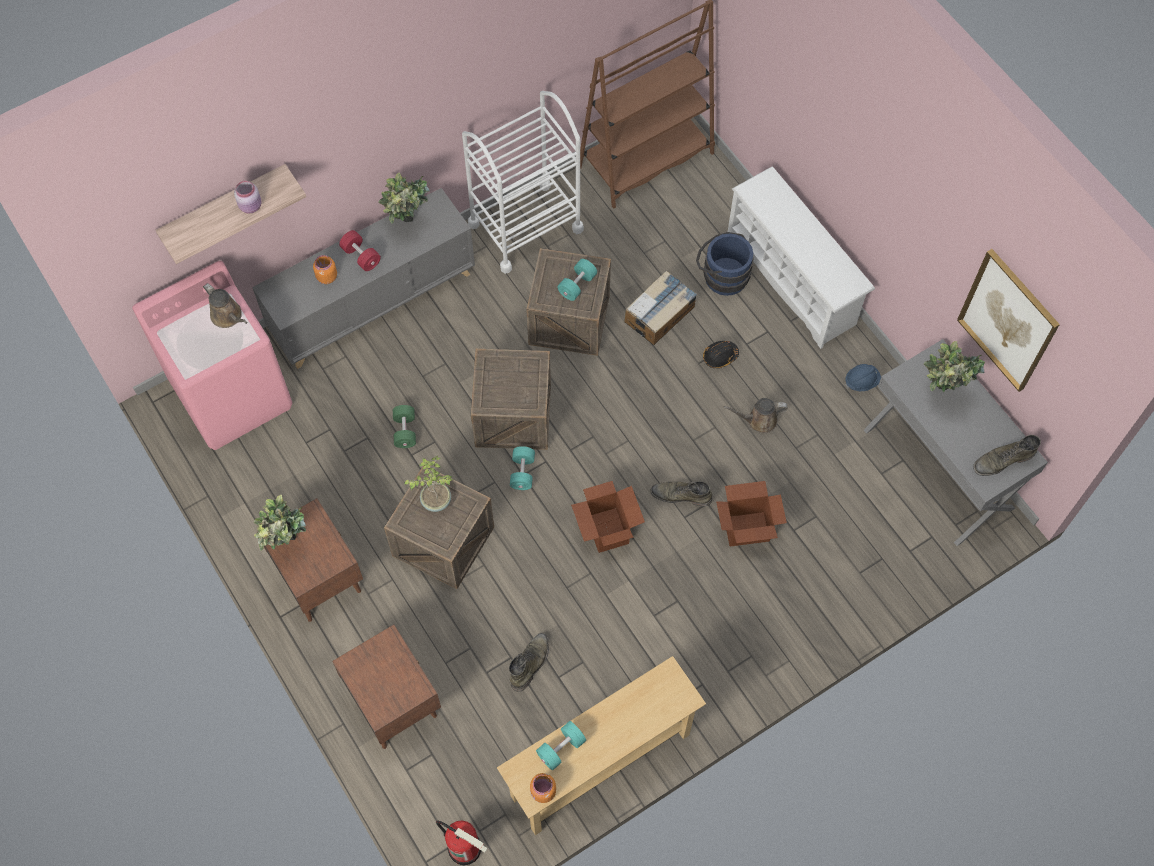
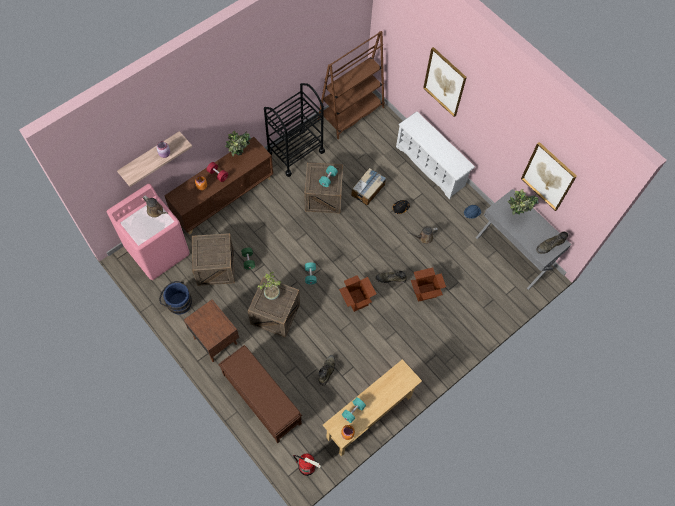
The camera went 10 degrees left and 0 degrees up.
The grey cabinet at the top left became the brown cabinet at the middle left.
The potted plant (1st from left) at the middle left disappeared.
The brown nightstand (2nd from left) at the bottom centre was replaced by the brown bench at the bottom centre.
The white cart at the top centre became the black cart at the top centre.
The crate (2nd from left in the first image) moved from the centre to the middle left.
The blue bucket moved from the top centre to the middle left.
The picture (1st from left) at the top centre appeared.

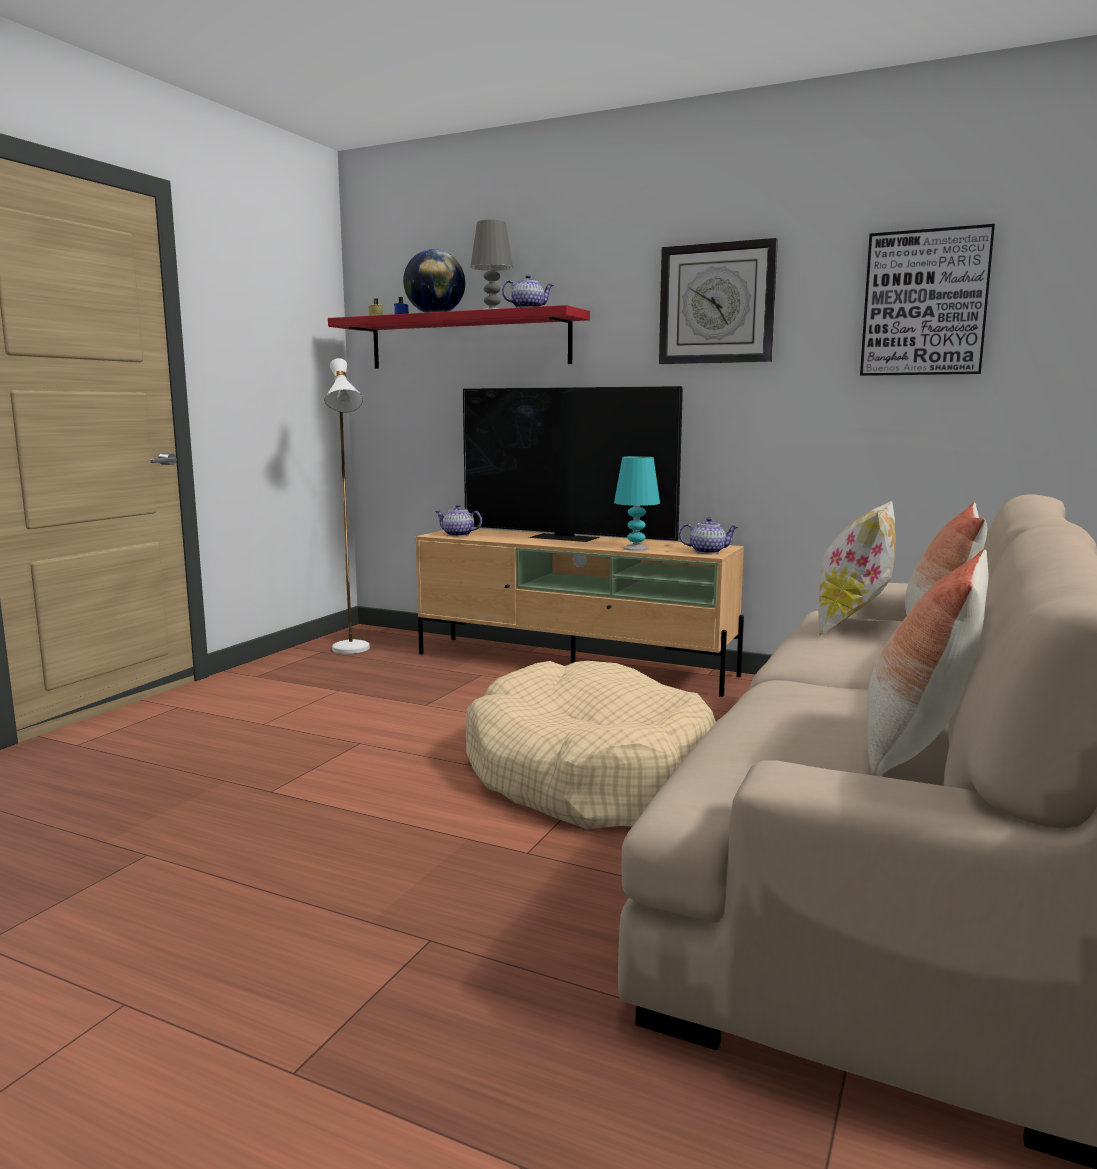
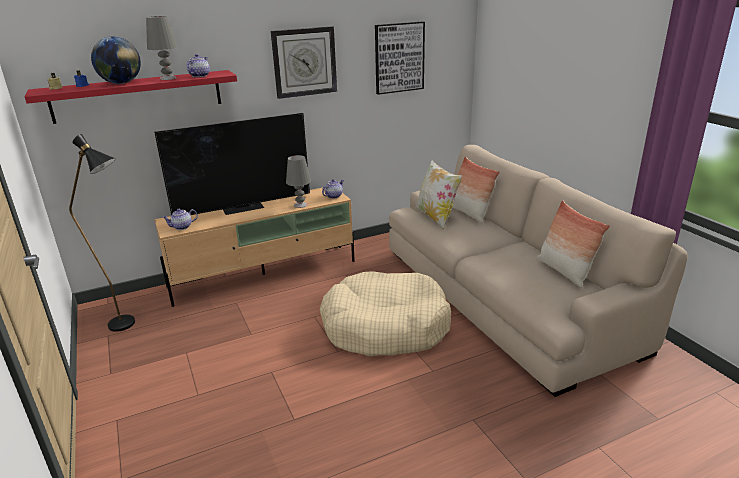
The camera went 50 degrees left and 15 degrees up.
The white floor lamp at the middle left became the black floor lamp at the middle left.
The turquoise table lamp at the centre became the grey table lamp (2nd from left) at the centre.

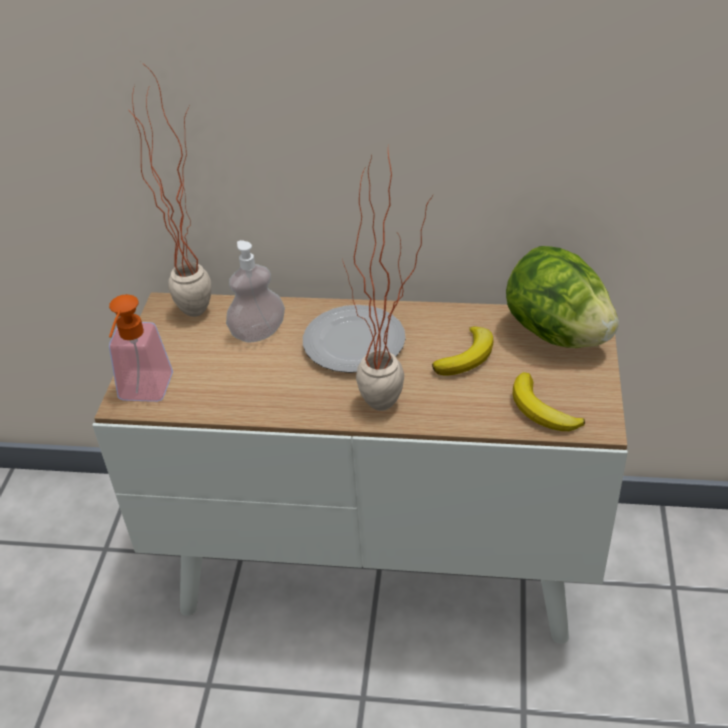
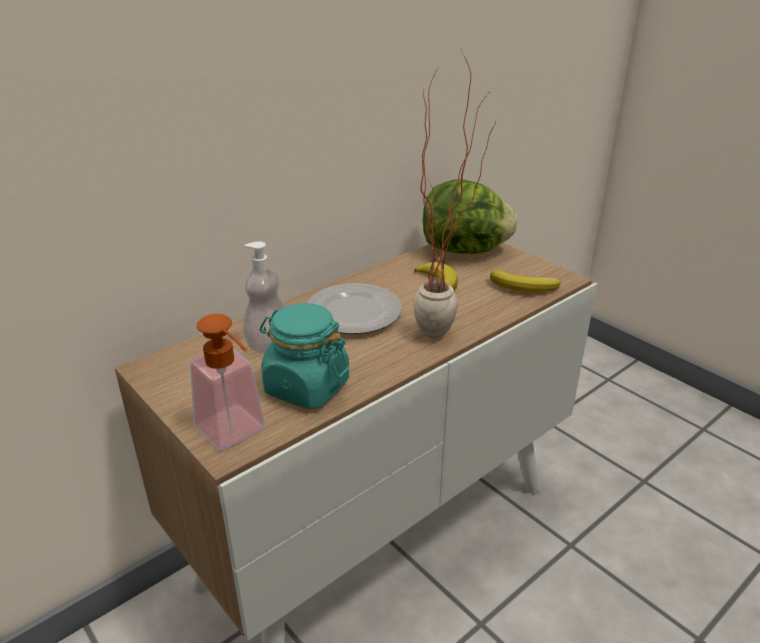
The camera went 50 degrees left and 10 degrees down.
The potted plant (1st from left) at the top left disappeared.
The turquoise jar at the centre appeared.

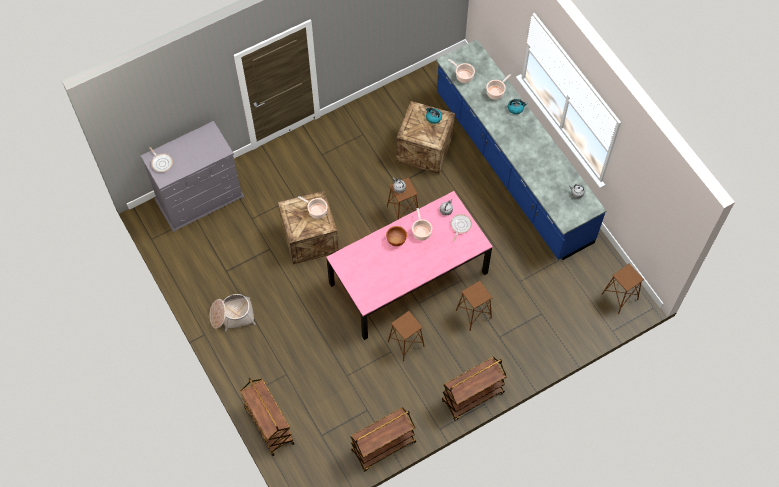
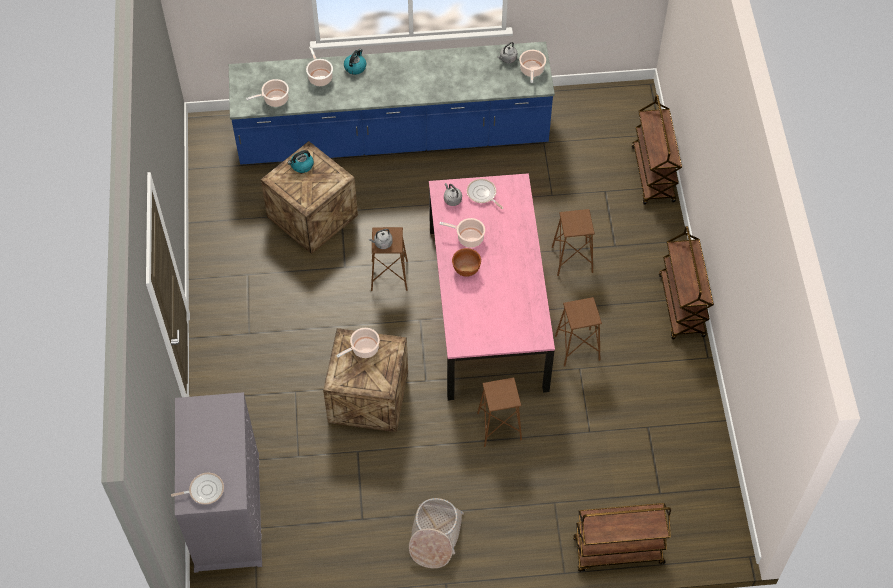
The camera went 65 degrees left and 5 degrees down.
The brown cart (2nd from left) moved from the bottom centre to the top right.
The brown stool (4th from left in the first image) moved from the middle right to the bottom centre.
The cooking pot (5th from left) at the top centre appeared.

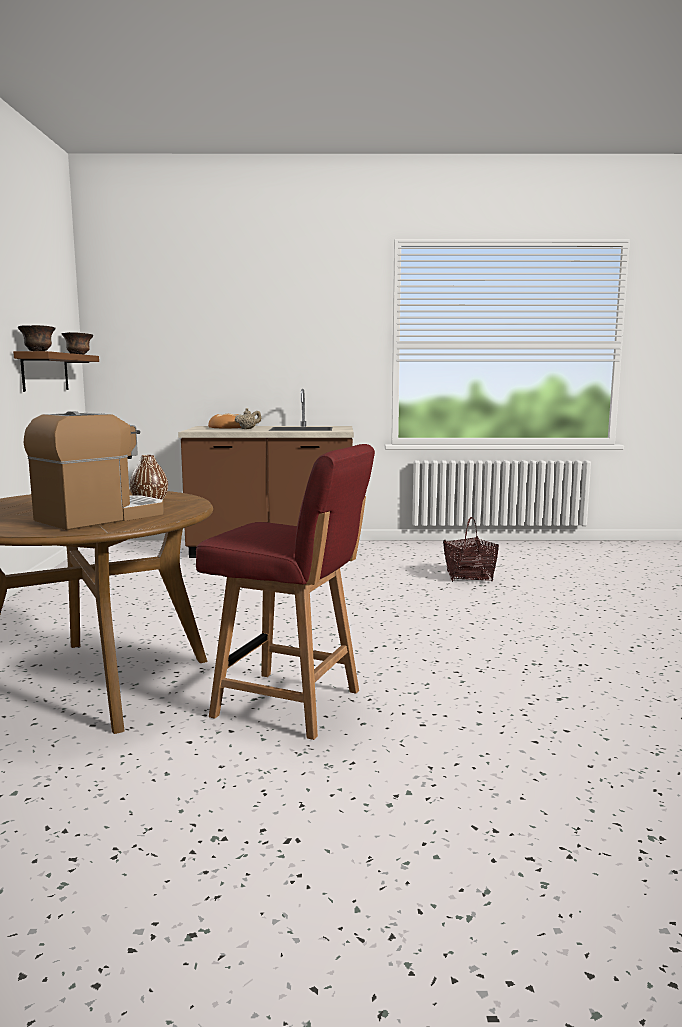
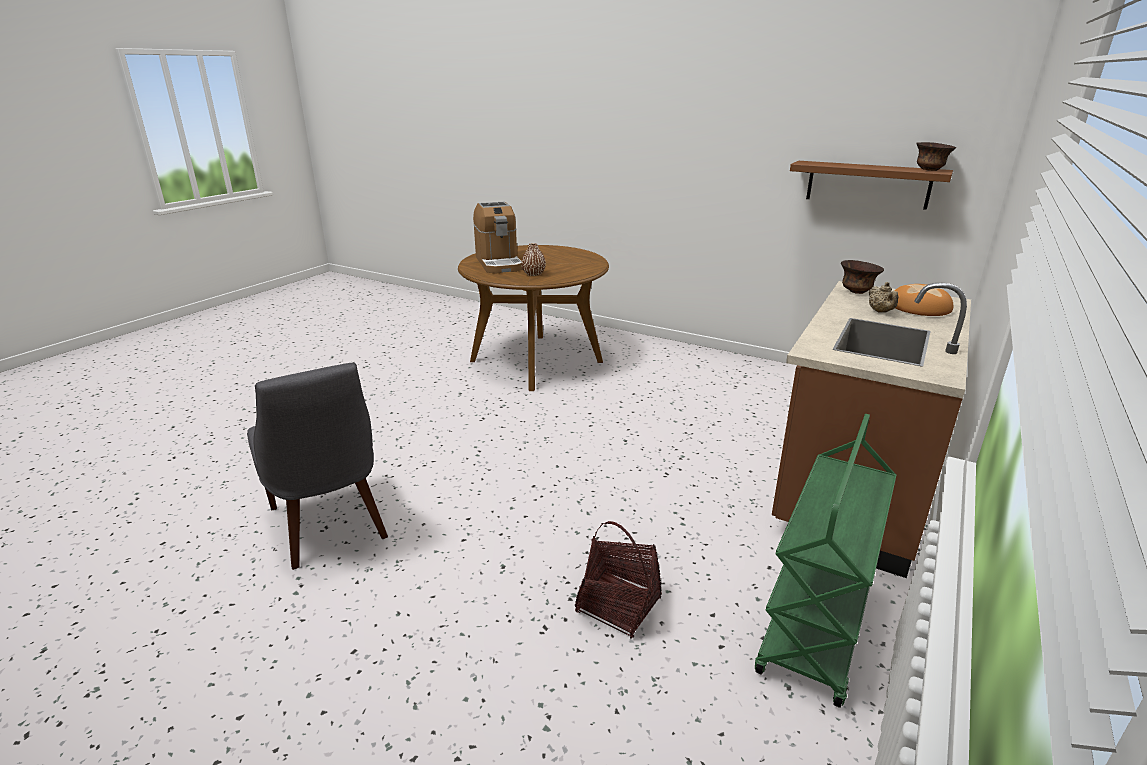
The camera went 120 degrees right and 15 degrees up.
The brown bowl (1st from left) moved from the top left to the middle right.
The red chair at the centre disappeared.
The grey chair at the middle left appeared.
The green cart at the bottom right appeared.

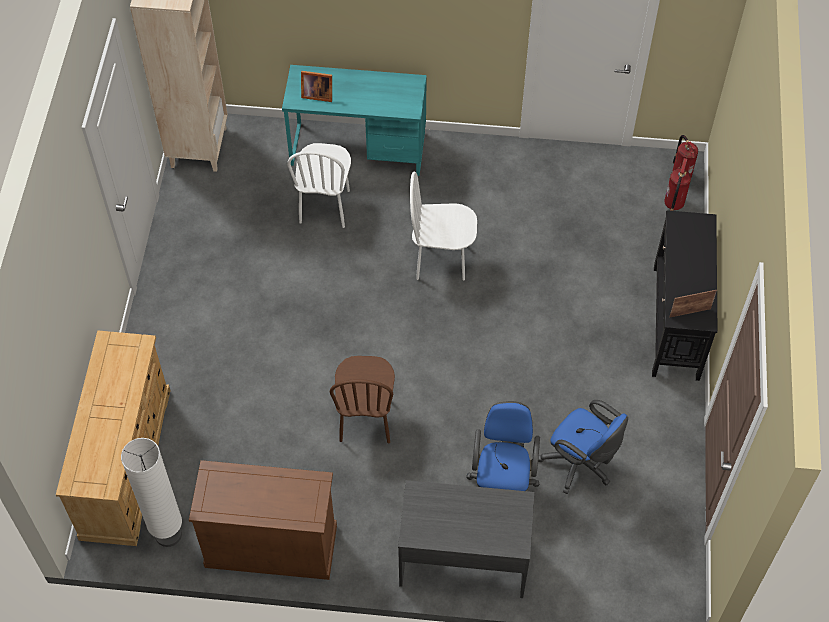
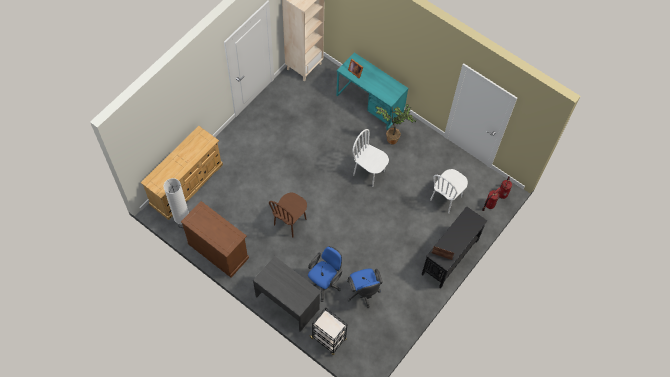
The camera went 30 degrees right and 5 degrees up.
The white chair (1st from left in the first image) moved from the top centre to the middle right.
The black cart at the bottom centre appeared.
The potted plant at the top centre appeared.

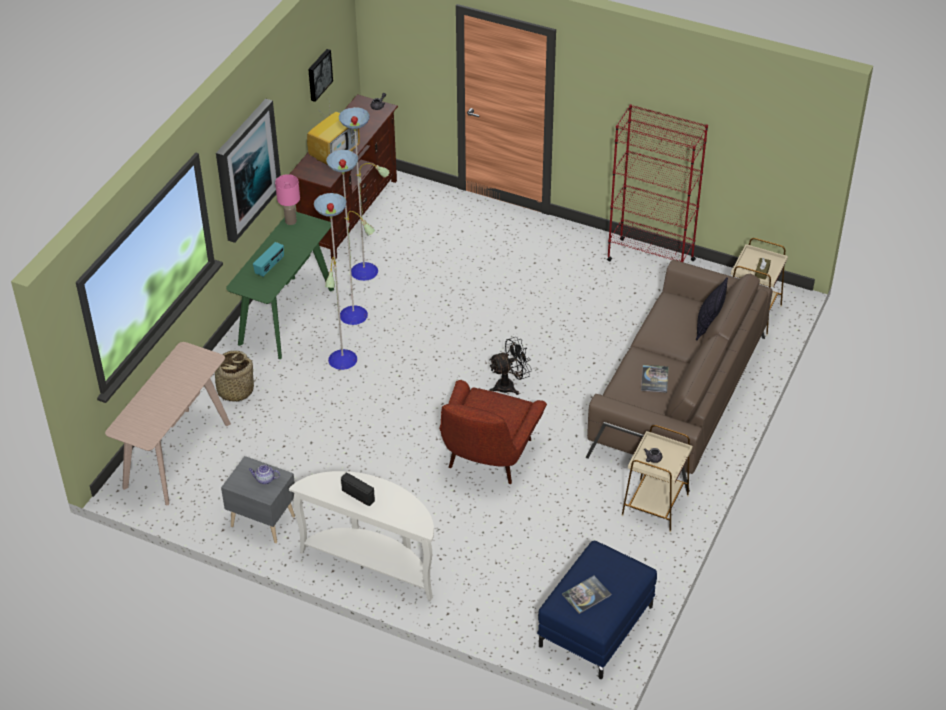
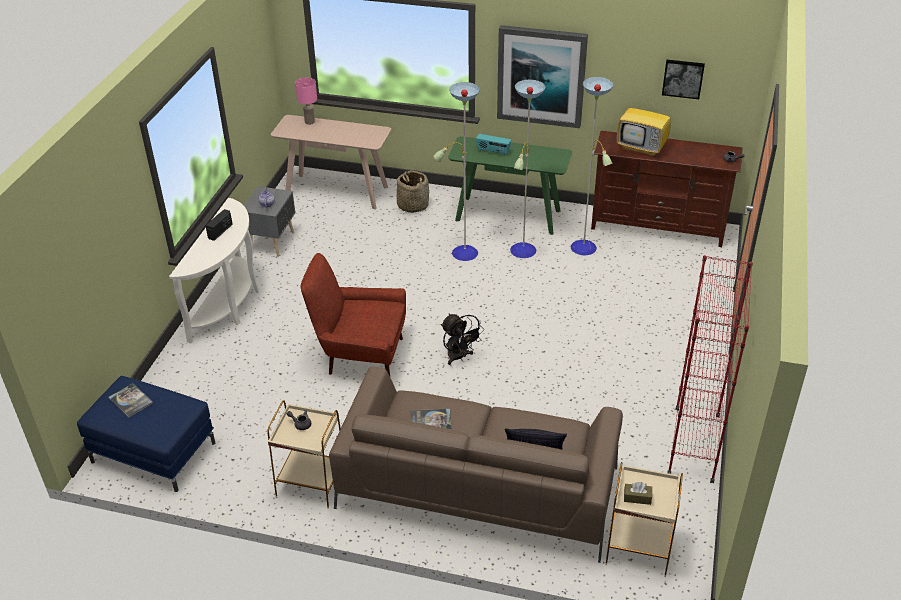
The camera went 80 degrees right and 5 degrees down.
The pink table lamp moved from the top left to the top centre.

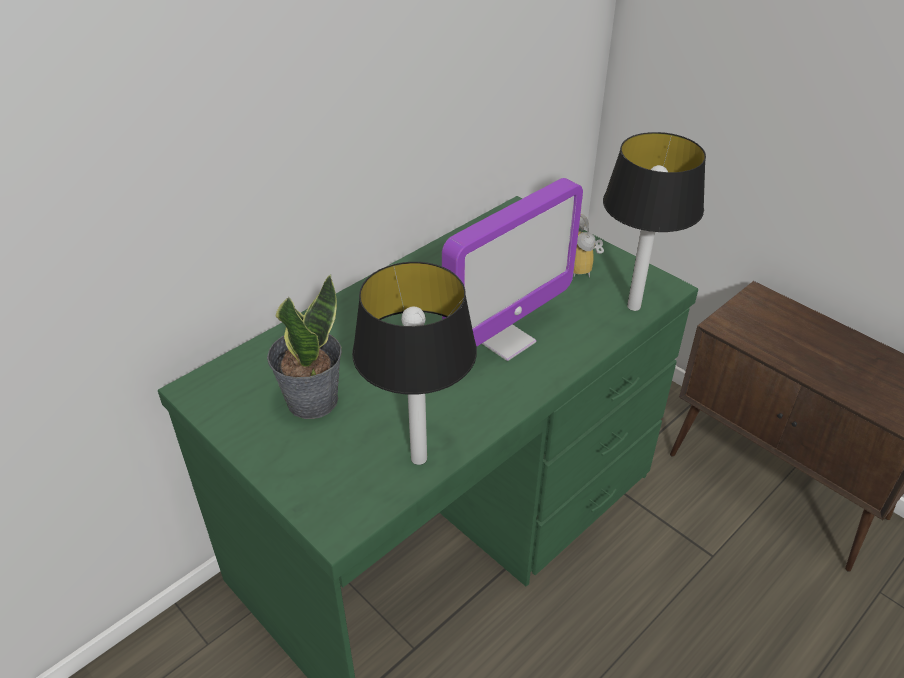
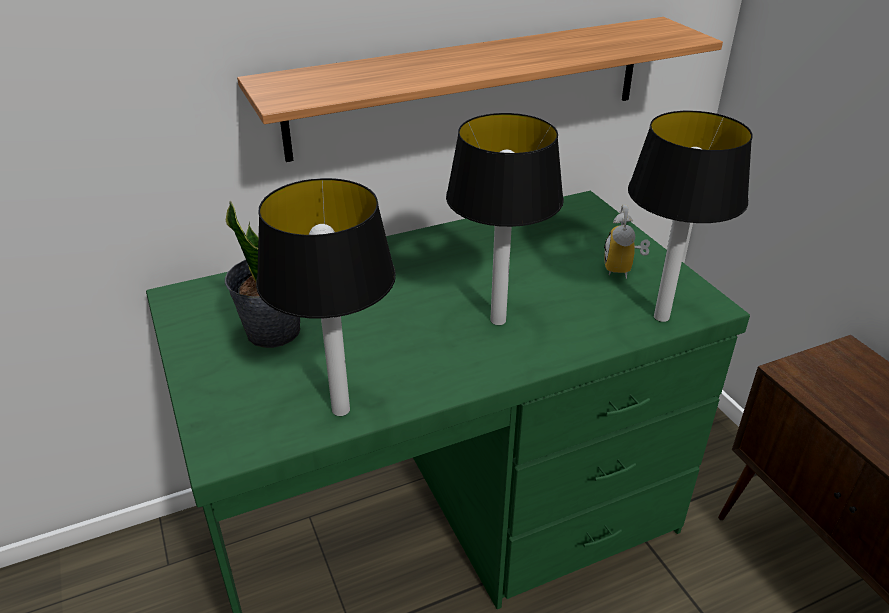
The camera went 20 degrees right and 5 degrees down.
The monitor at the centre was replaced by the table lamp (2nd from left) at the centre.
The shelf at the top centre appeared.

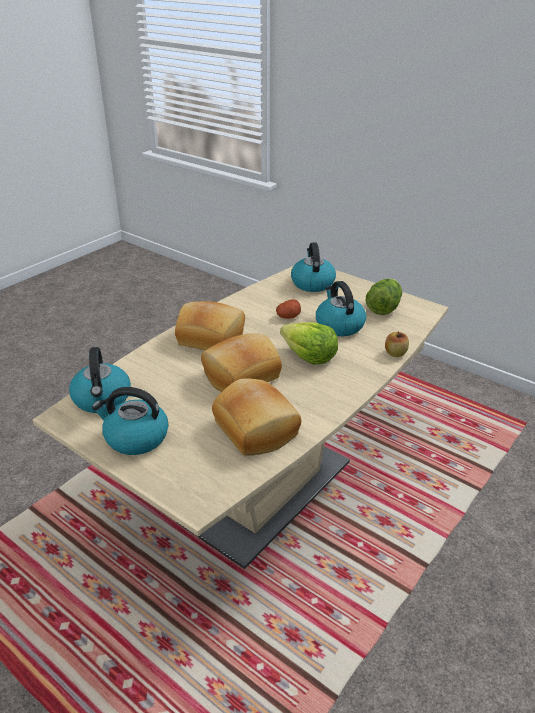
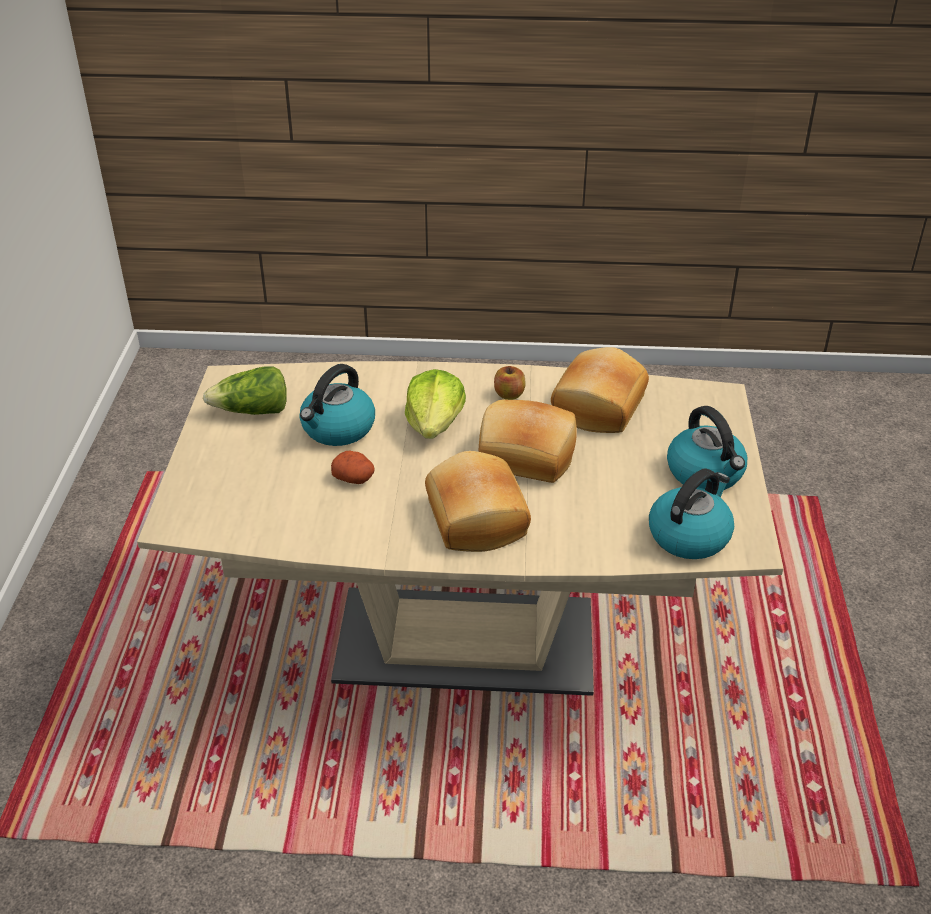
The camera went 125 degrees left and 5 degrees up.
The kettle (3rd from left) at the centre disappeared.
The apple moved from the middle right to the centre.

